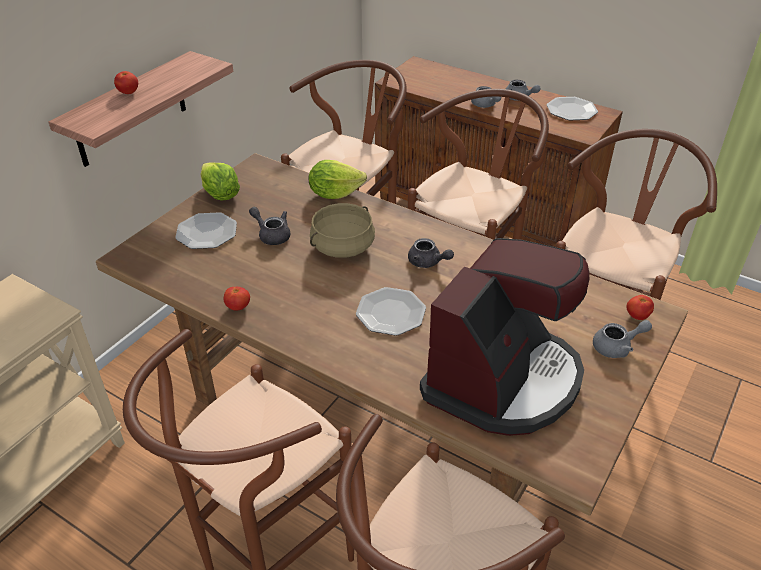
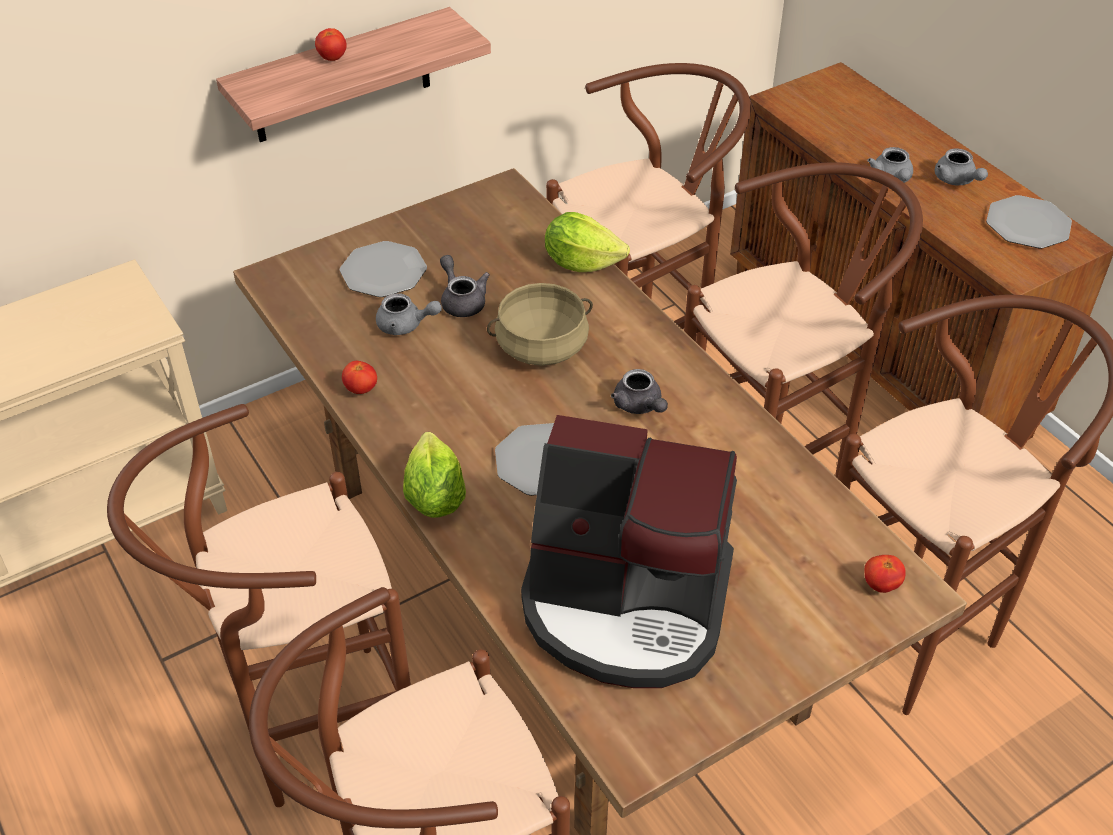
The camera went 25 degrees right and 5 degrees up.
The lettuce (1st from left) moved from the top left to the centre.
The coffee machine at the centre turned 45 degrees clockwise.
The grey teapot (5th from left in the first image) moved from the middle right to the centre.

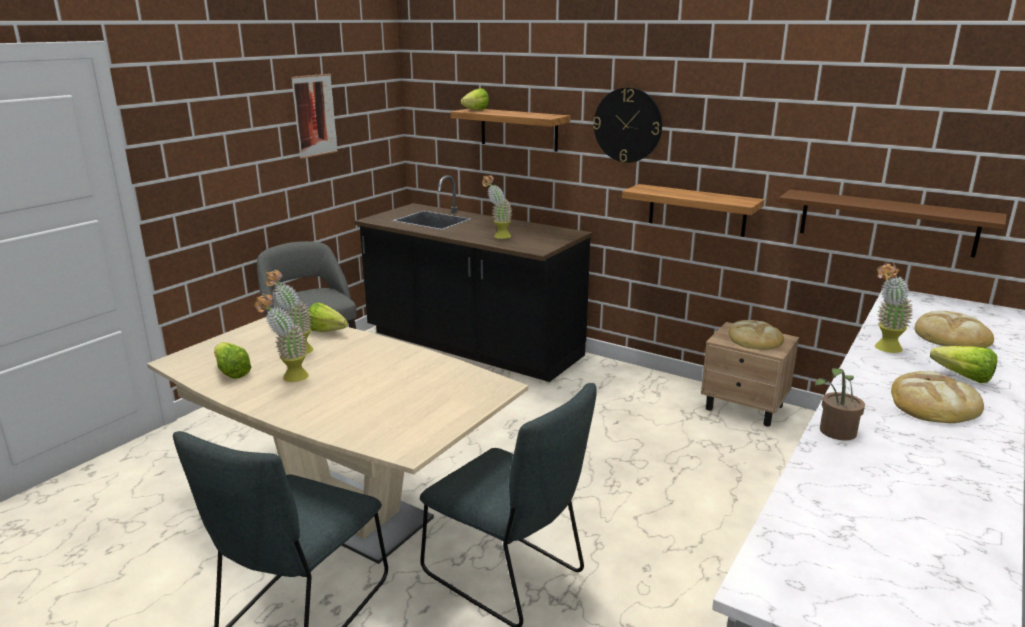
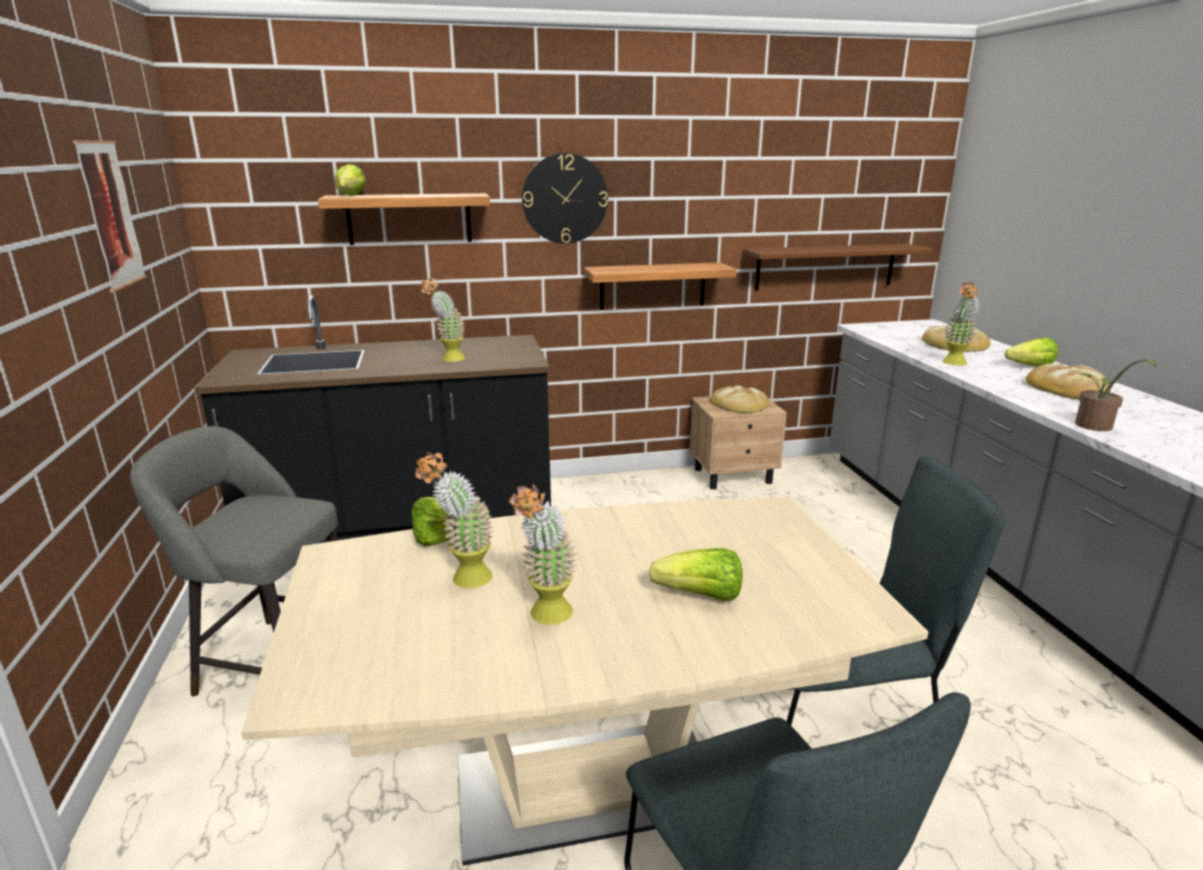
The camera went 45 degrees left and 0 degrees up.
The lettuce (1st from left in the first image) moved from the middle left to the centre.

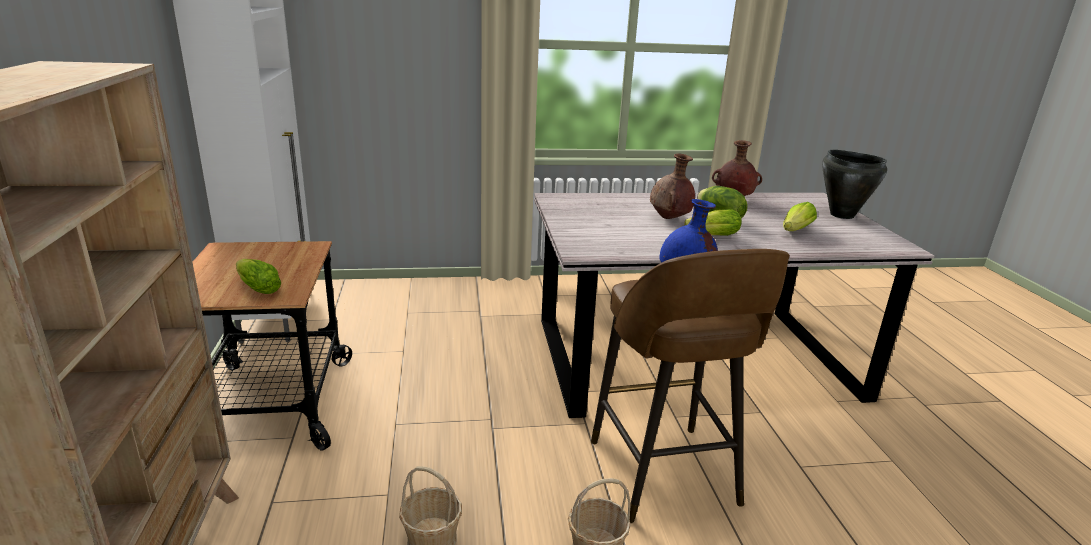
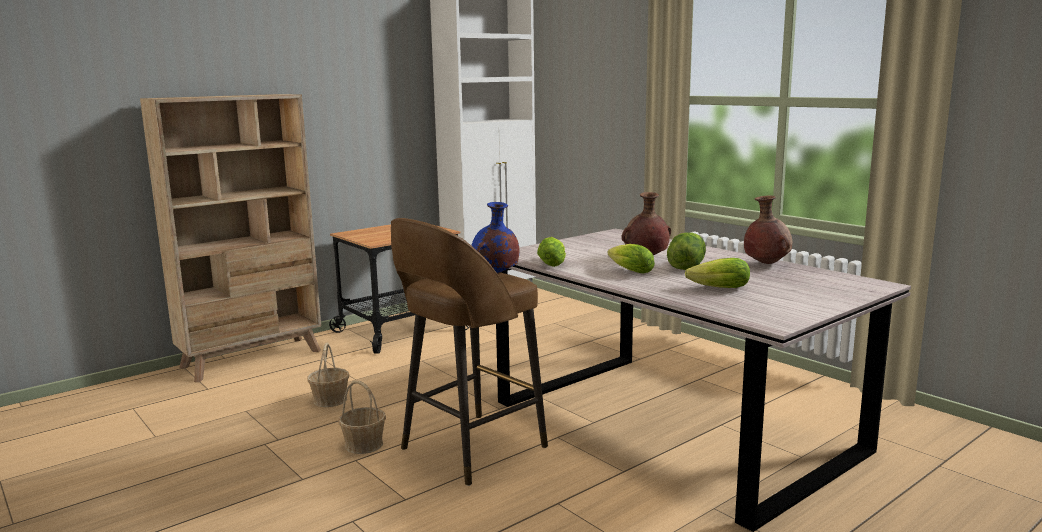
The camera went 60 degrees right and 10 degrees down.
The lettuce (1st from left) moved from the middle left to the centre.
The black cooking pot at the middle right disappeared.

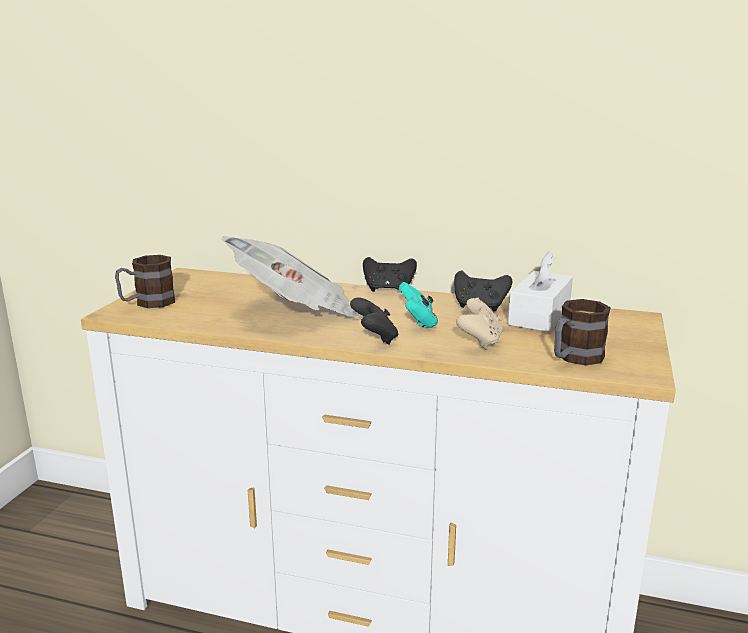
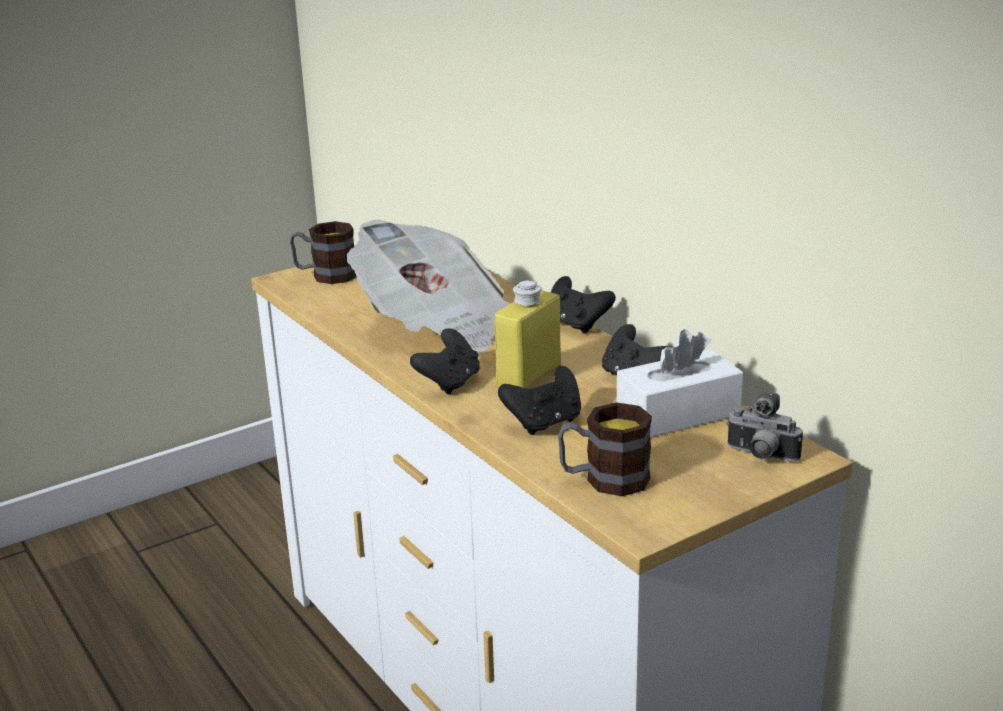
The camera went 40 degrees right and 5 degrees up.
The turquoise game controller at the centre was replaced by the yellow bottle at the centre.
The beige game controller at the centre became the black game controller (2nd from left) at the centre.
The photo camera at the middle right appeared.

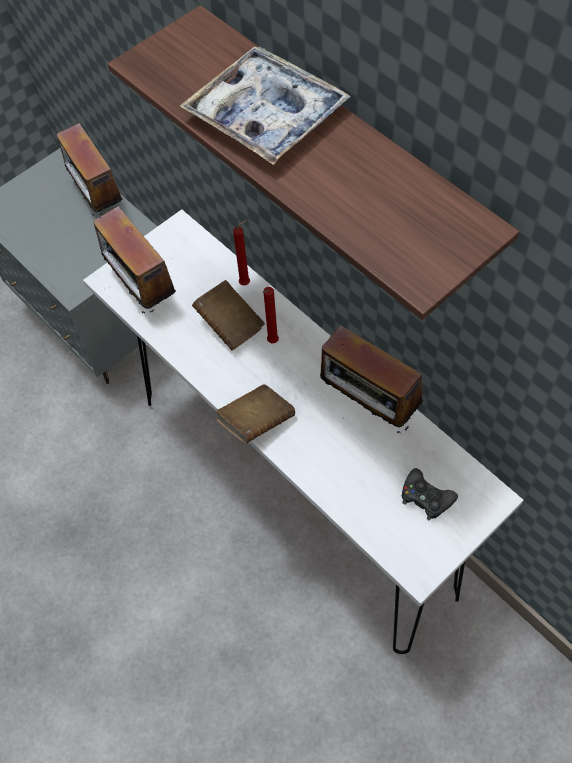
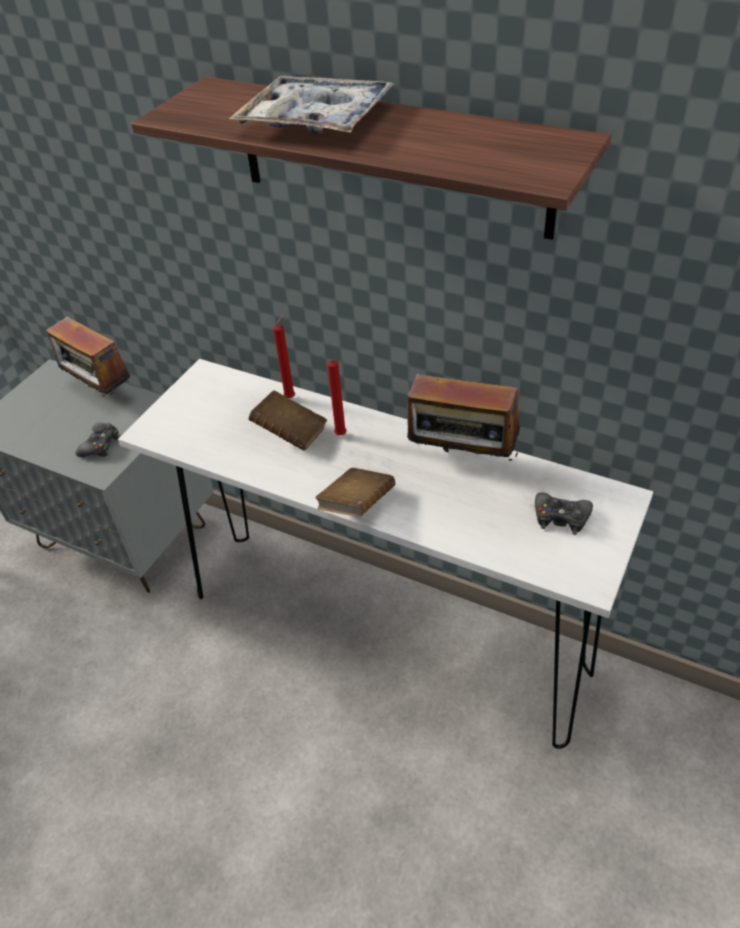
The camera went 20 degrees left and 15 degrees down.
The radio (2nd from left) at the middle left disappeared.
The black game controller (1st from left) at the middle left appeared.

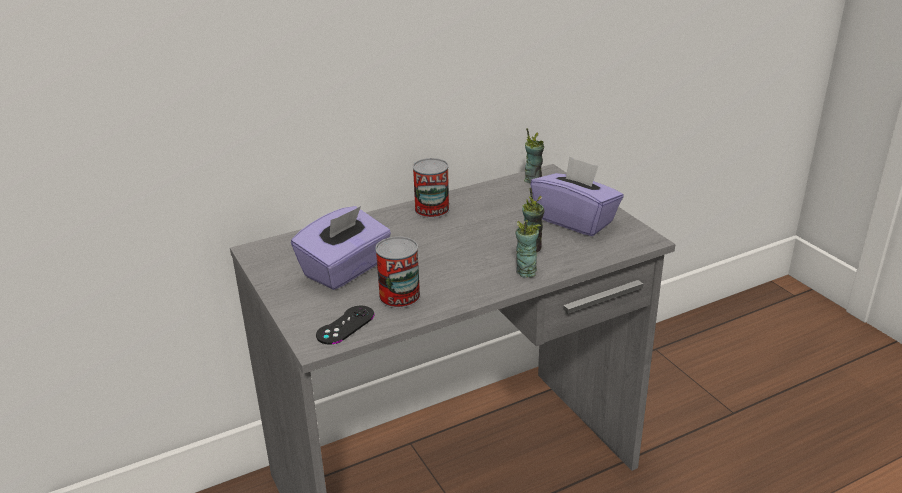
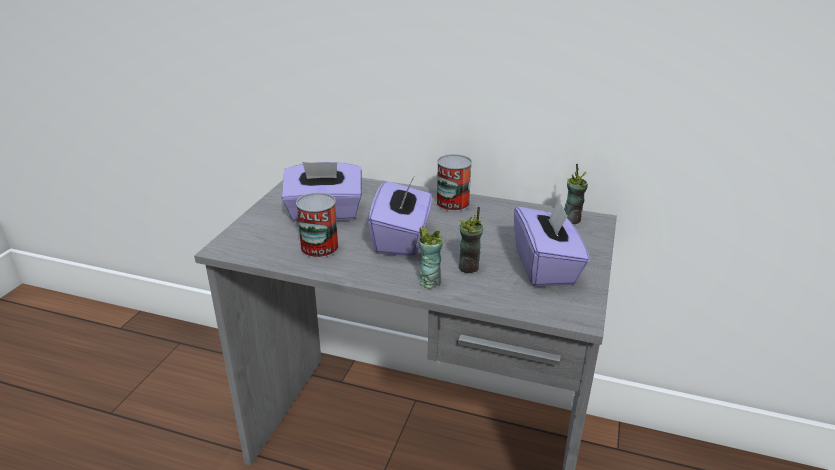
The camera went 45 degrees right and 0 degrees up.
The black game controller at the centre disappeared.
The purple tissue box (2nd from left) at the centre appeared.

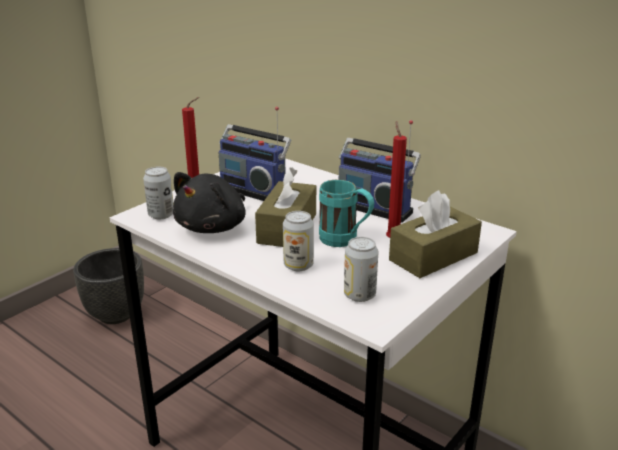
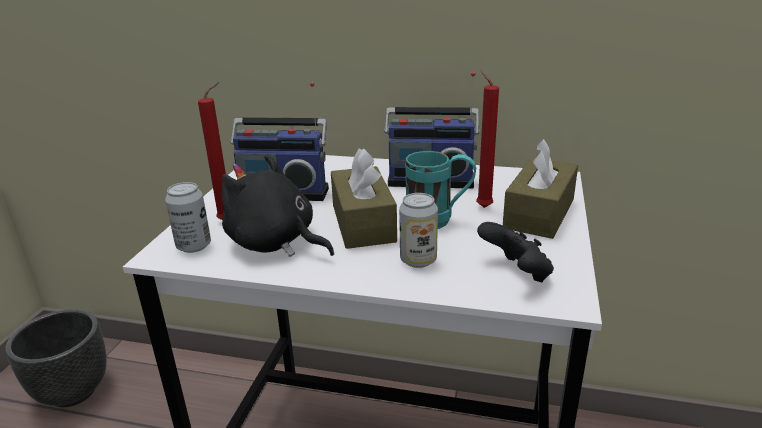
The camera went 25 degrees left and 0 degrees up.
The black plush toy at the centre turned 120 degrees clockwise.
The can (3rd from left) at the centre was replaced by the black game controller at the middle right.

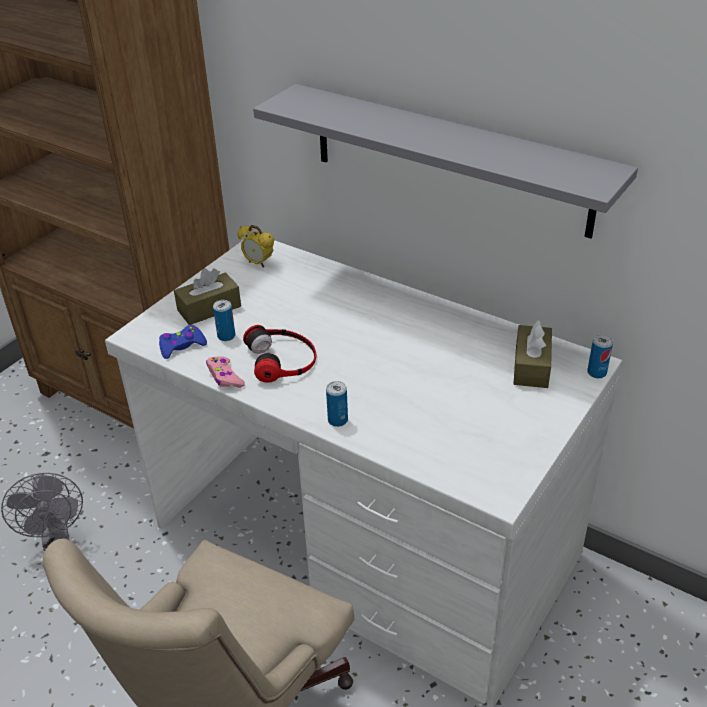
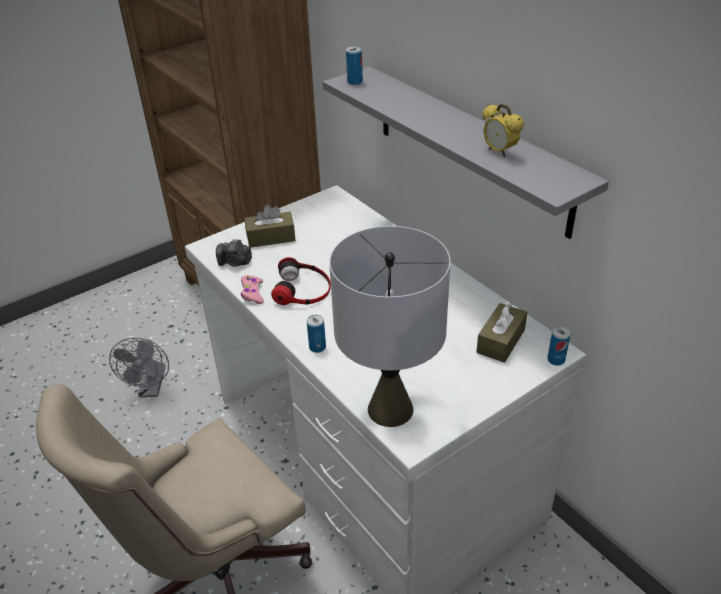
The camera went 20 degrees right and 0 degrees up.
The blue game controller at the middle left was replaced by the photo camera at the middle left.
The can (1st from left in the first image) moved from the middle left to the top centre.
The alarm clock moved from the centre to the top right.
The grey table lamp at the centre appeared.

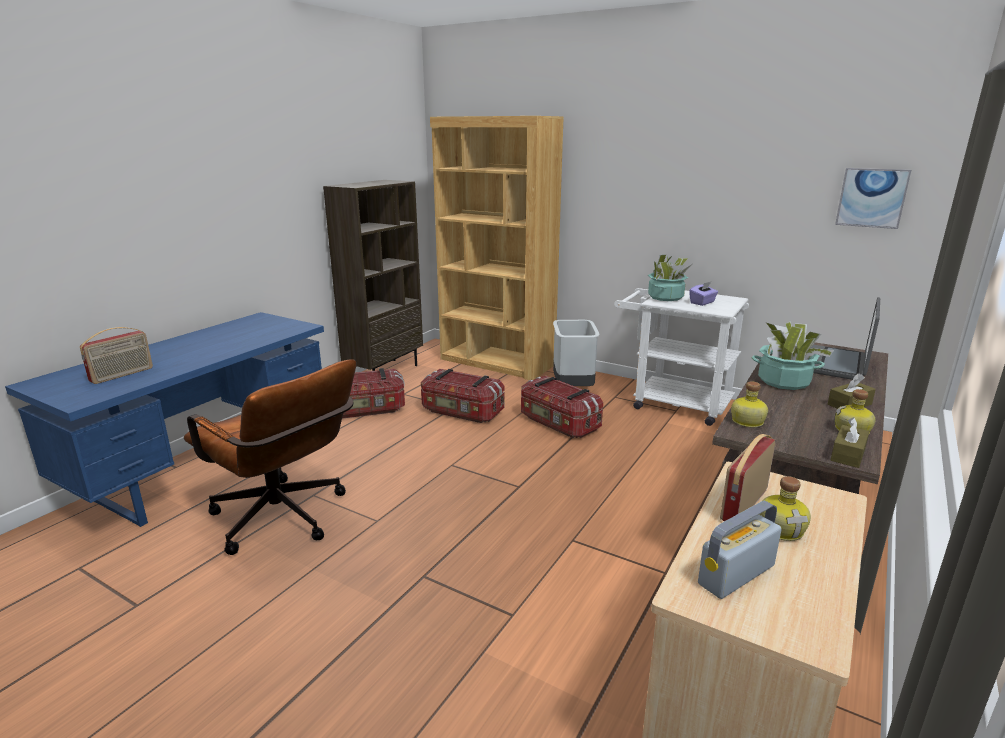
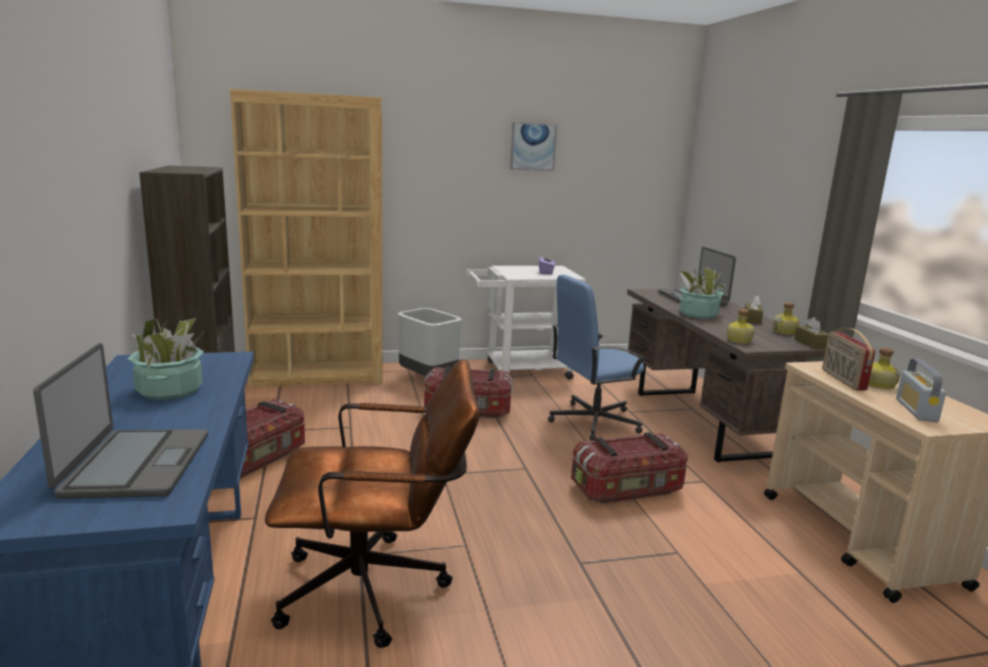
The camera went 45 degrees left and 5 degrees down.
The radio (1st from left) at the middle left was replaced by the laptop (1st from left) at the middle left.
The storage box (2nd from left in the first image) moved from the centre to the bottom centre.
The potted plant (1st from left) moved from the centre to the middle left.
The picture moved from the top right to the top centre.
The blue office chair at the centre appeared.

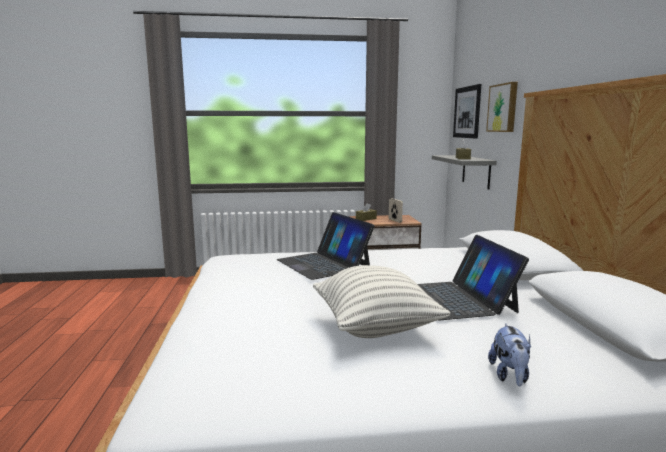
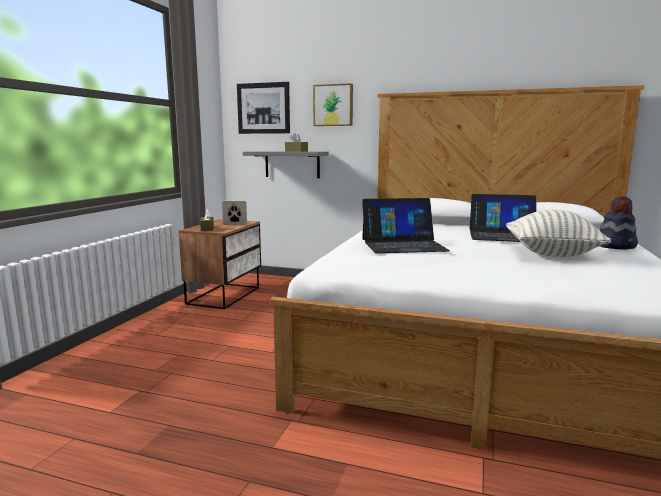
The camera went 65 degrees left and 0 degrees up.
The plush toy at the bottom right was replaced by the hat at the middle right.

